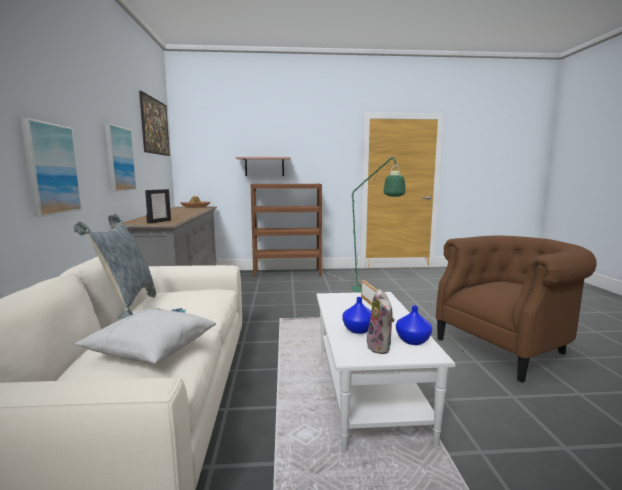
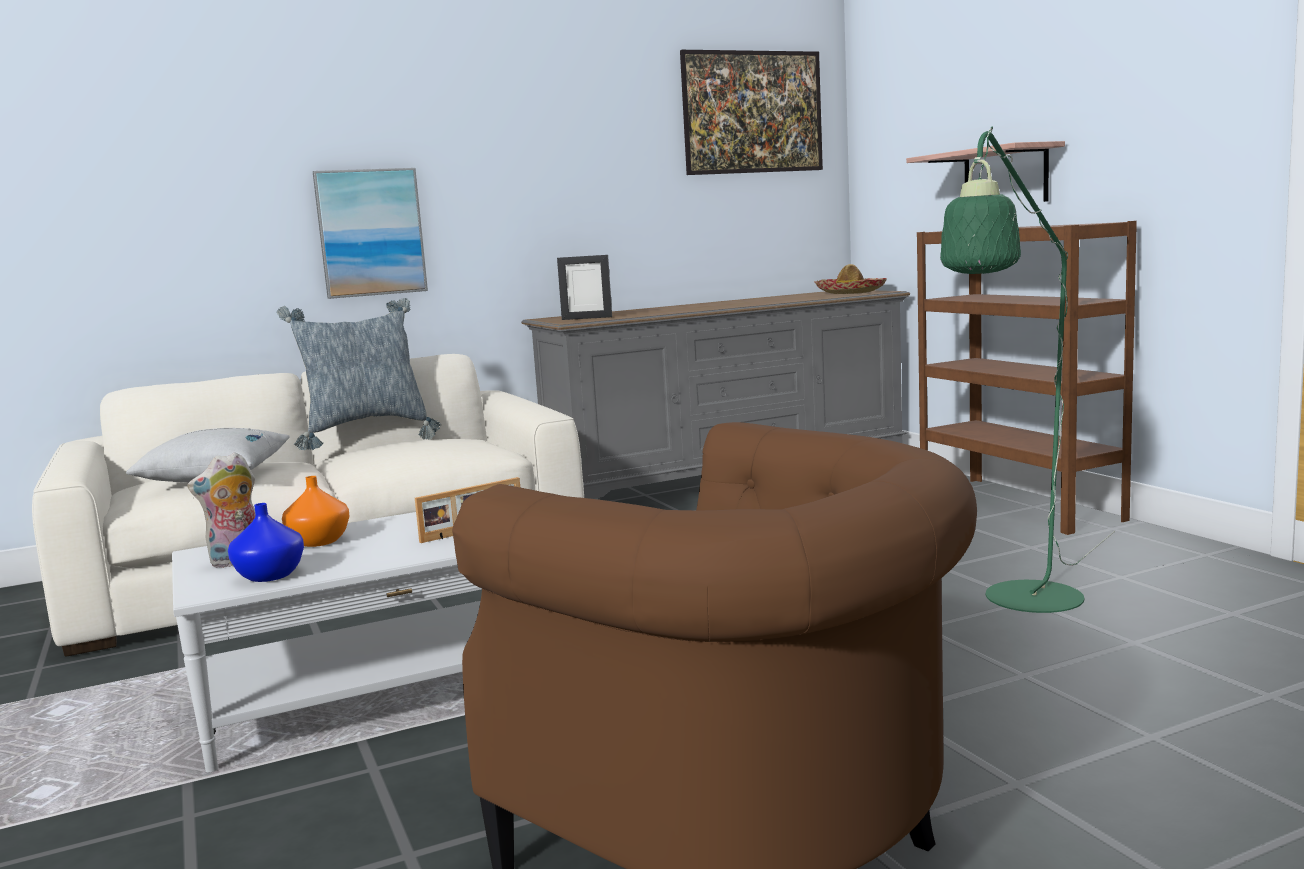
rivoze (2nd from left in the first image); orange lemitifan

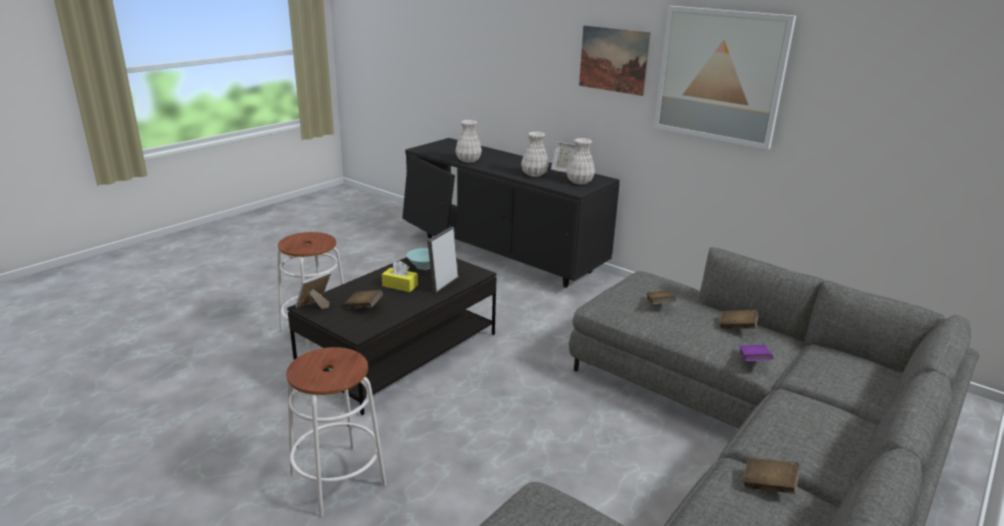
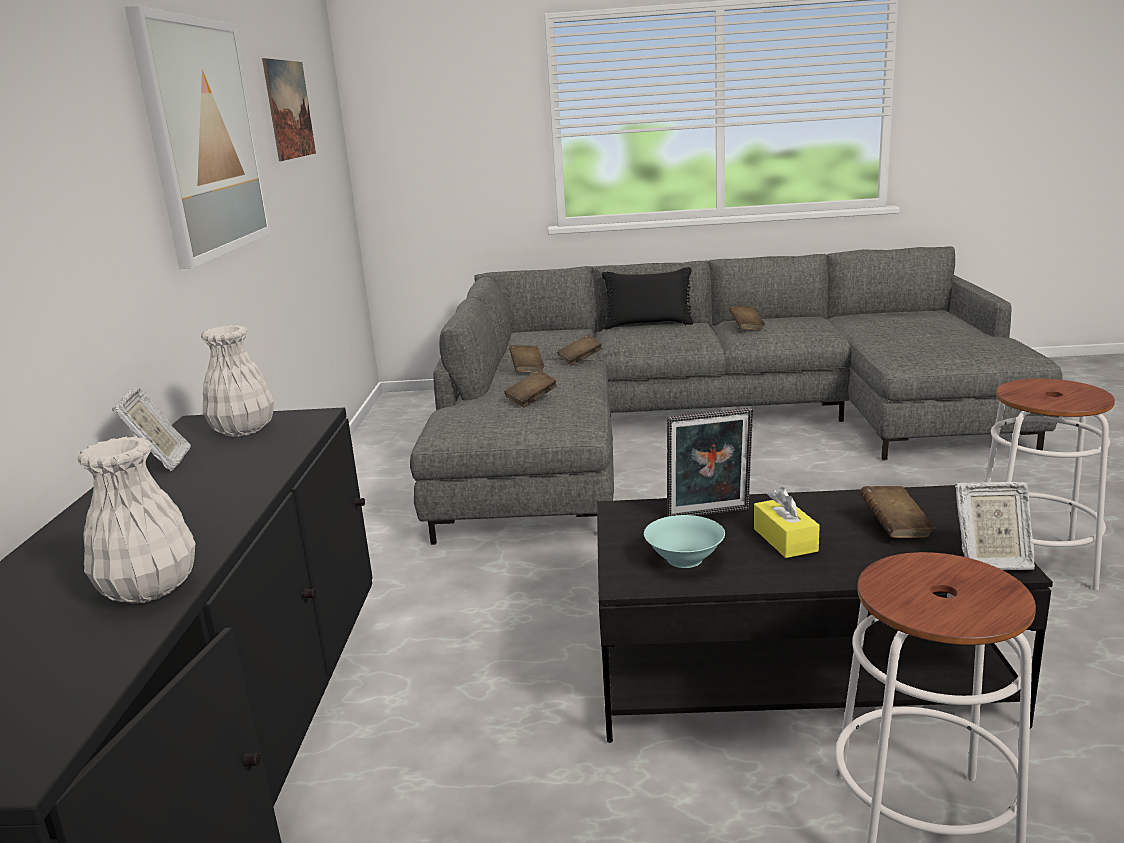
rivoze (2nd from left); white lemitifan (2nd from left in the first image); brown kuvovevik (3rd from left); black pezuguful

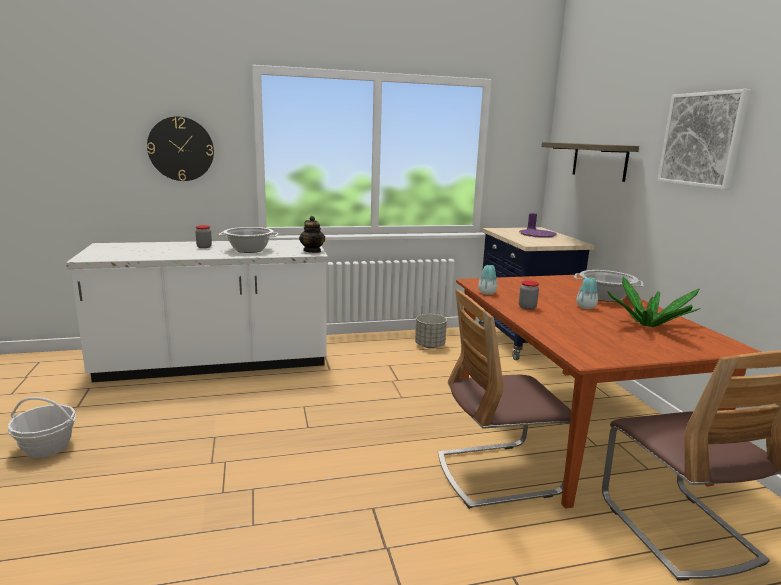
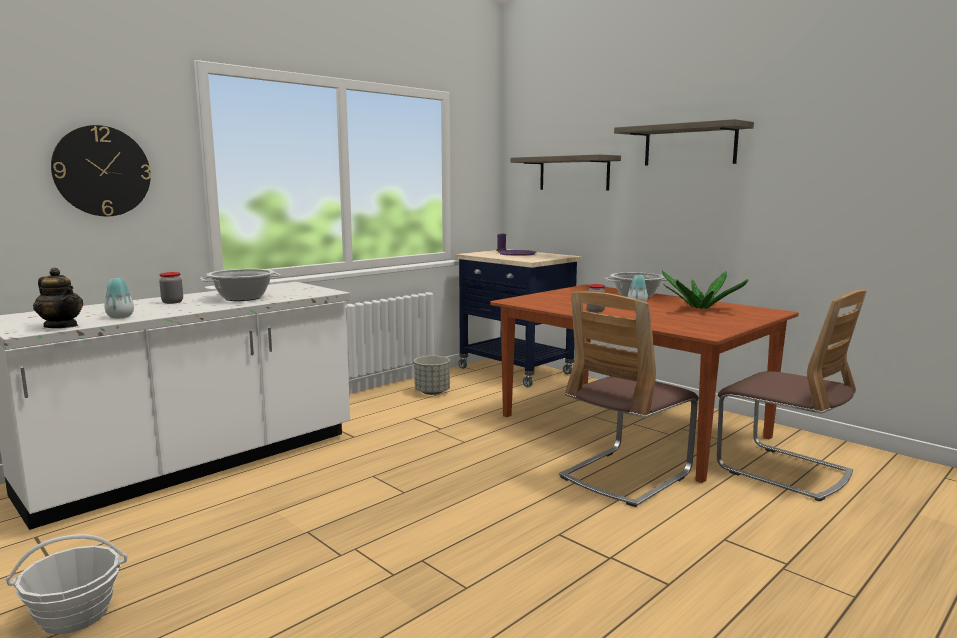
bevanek (2nd from left); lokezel; lemitifan (1st from left)

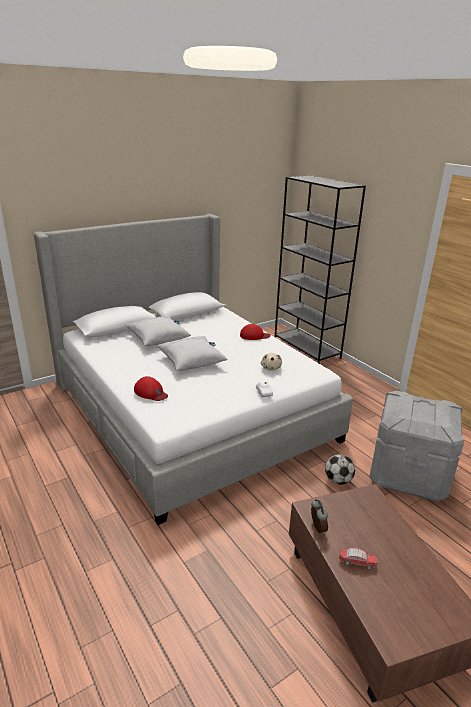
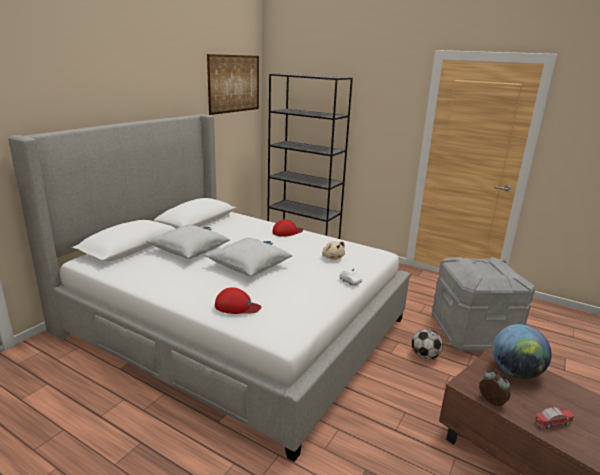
rivoze; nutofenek

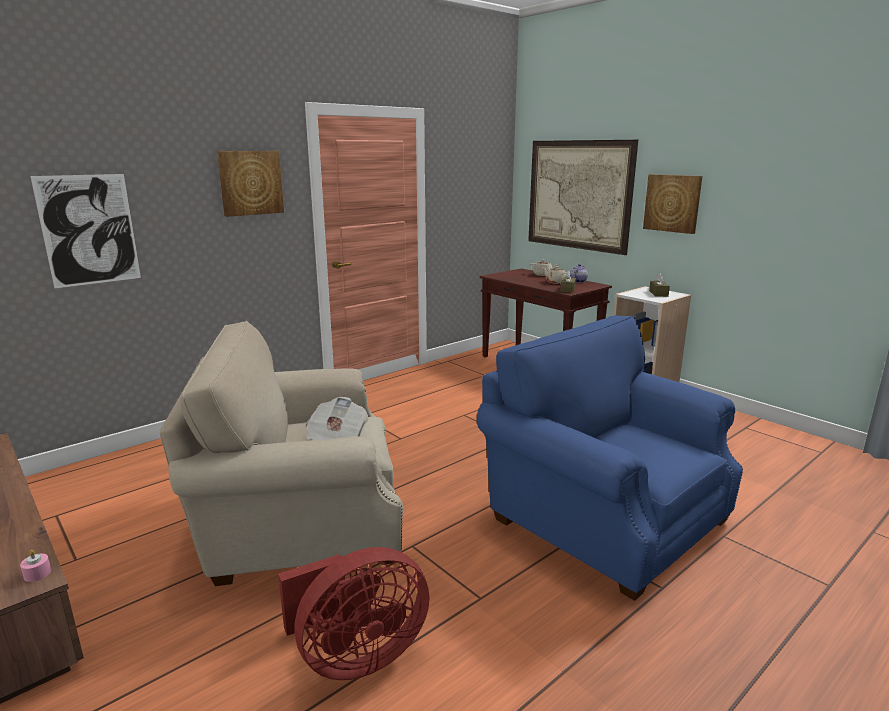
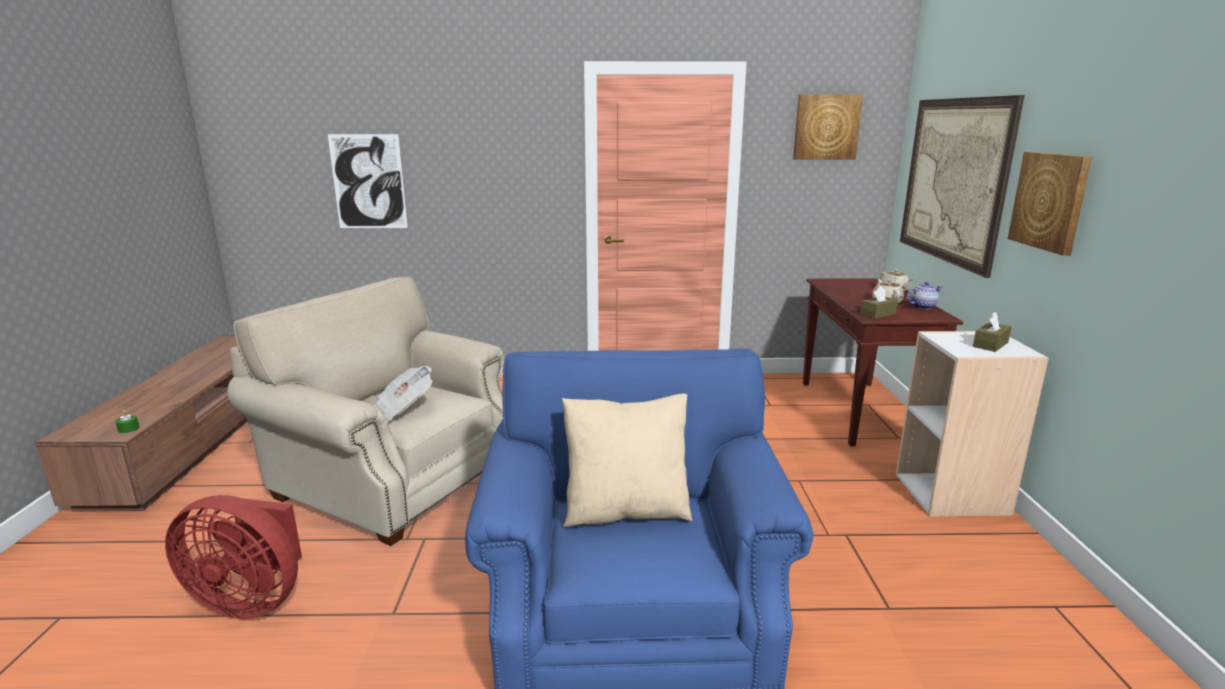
rivoze (2nd from left); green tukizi; beige pezuguful

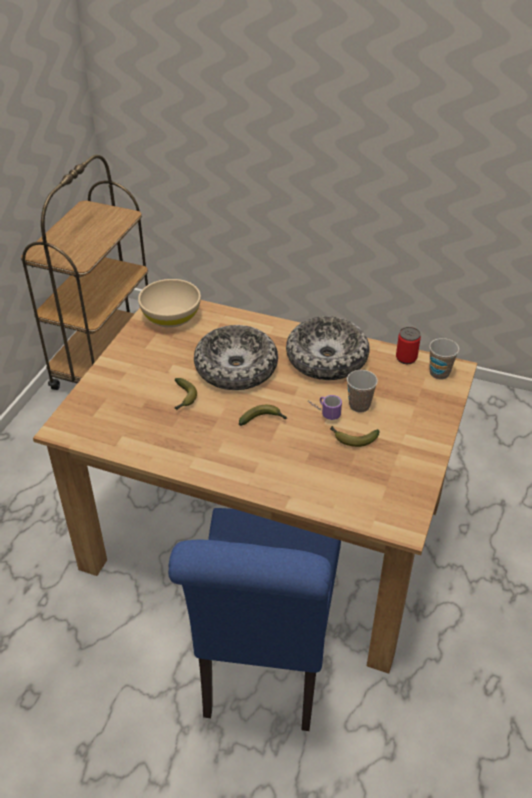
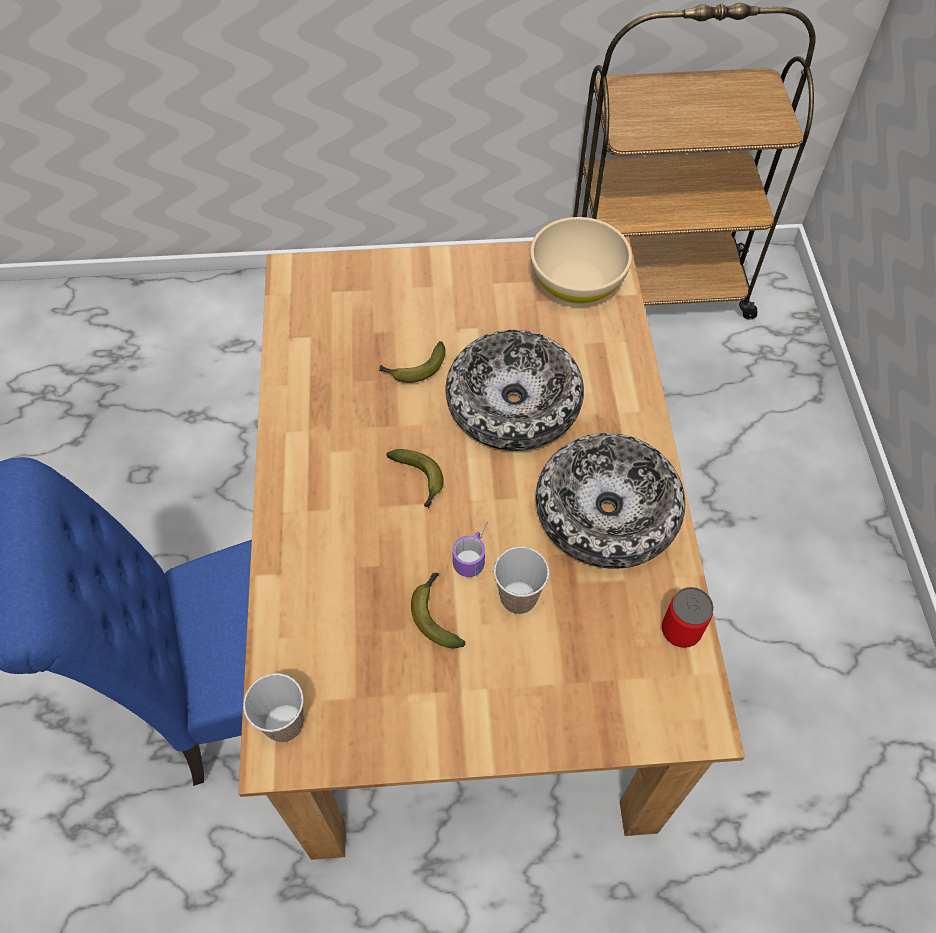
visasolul (1st from left)

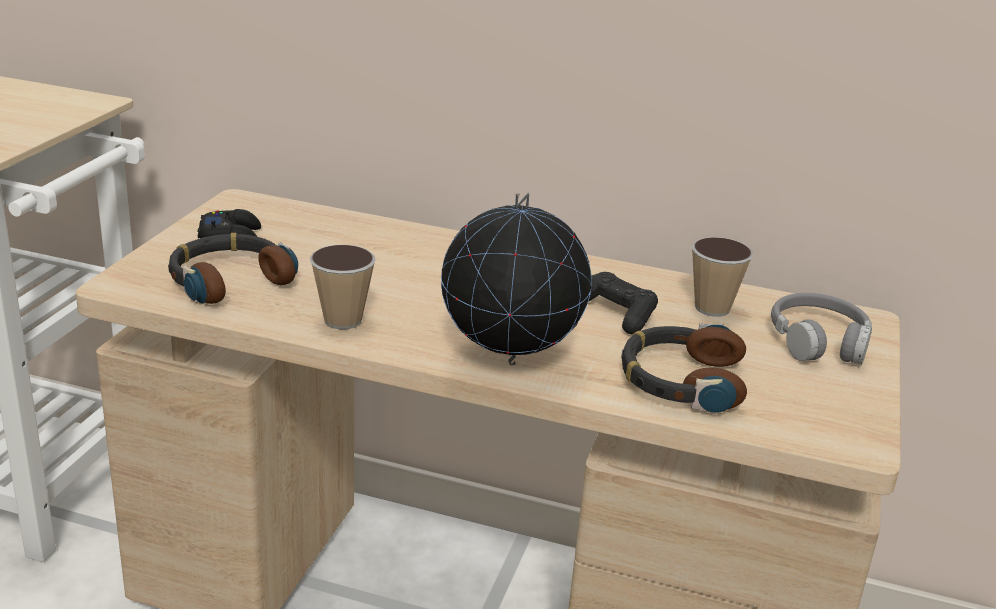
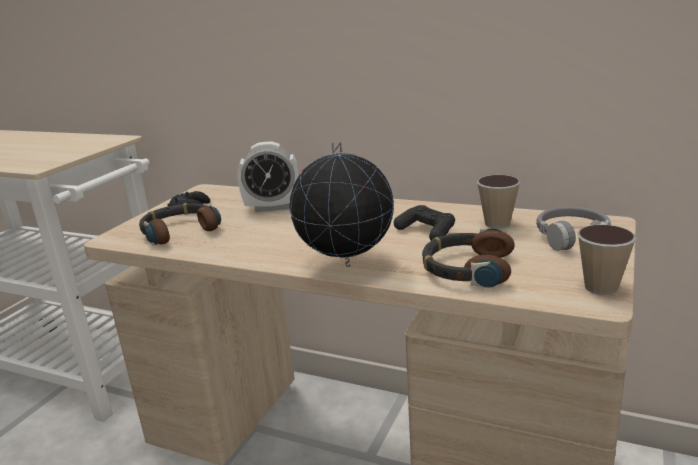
visasolul (2nd from left); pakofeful

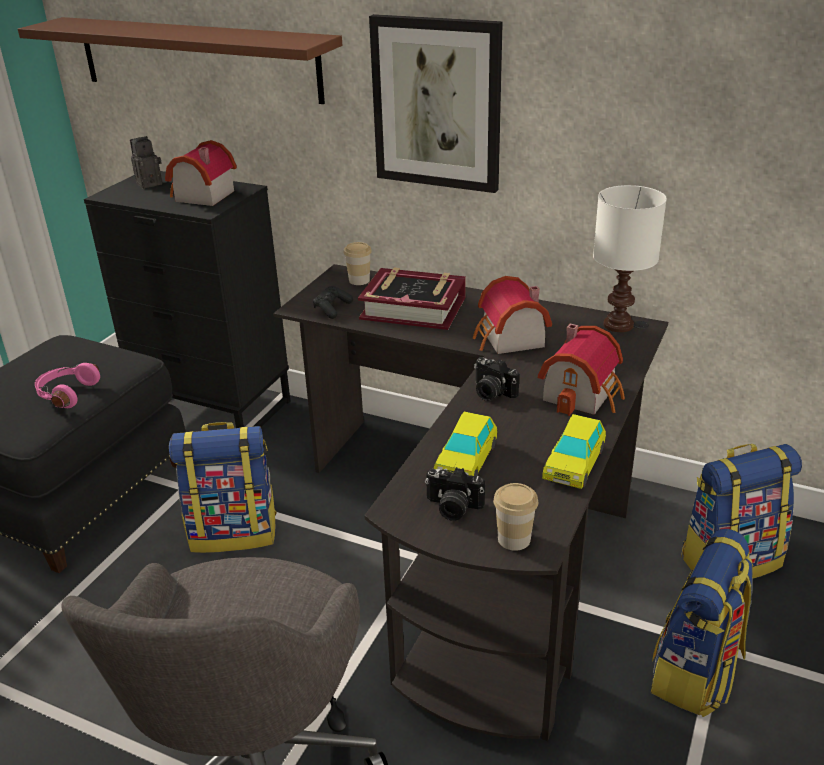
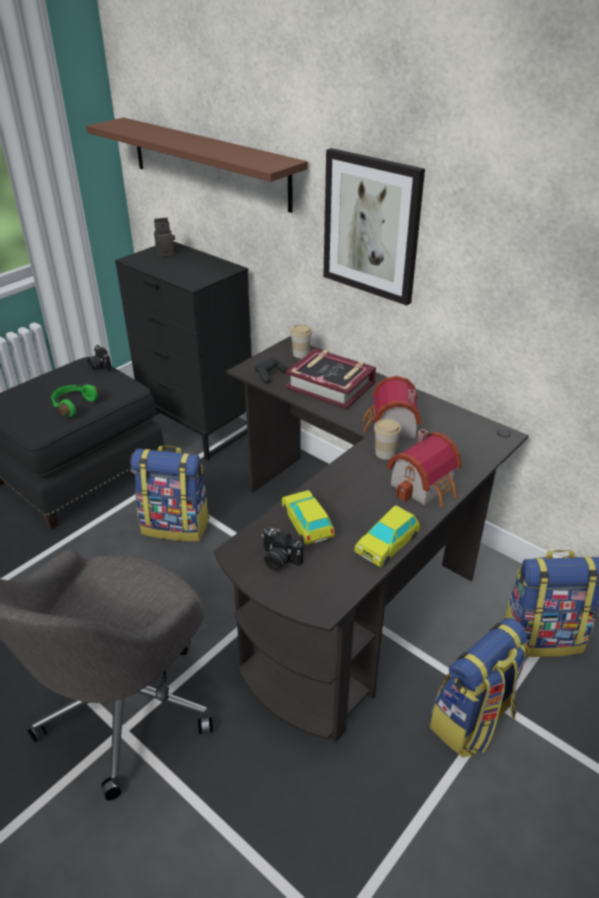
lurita (1st from left in the first image); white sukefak; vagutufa (1st from left); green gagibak; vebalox (1st from left); visasolul (2nd from left)

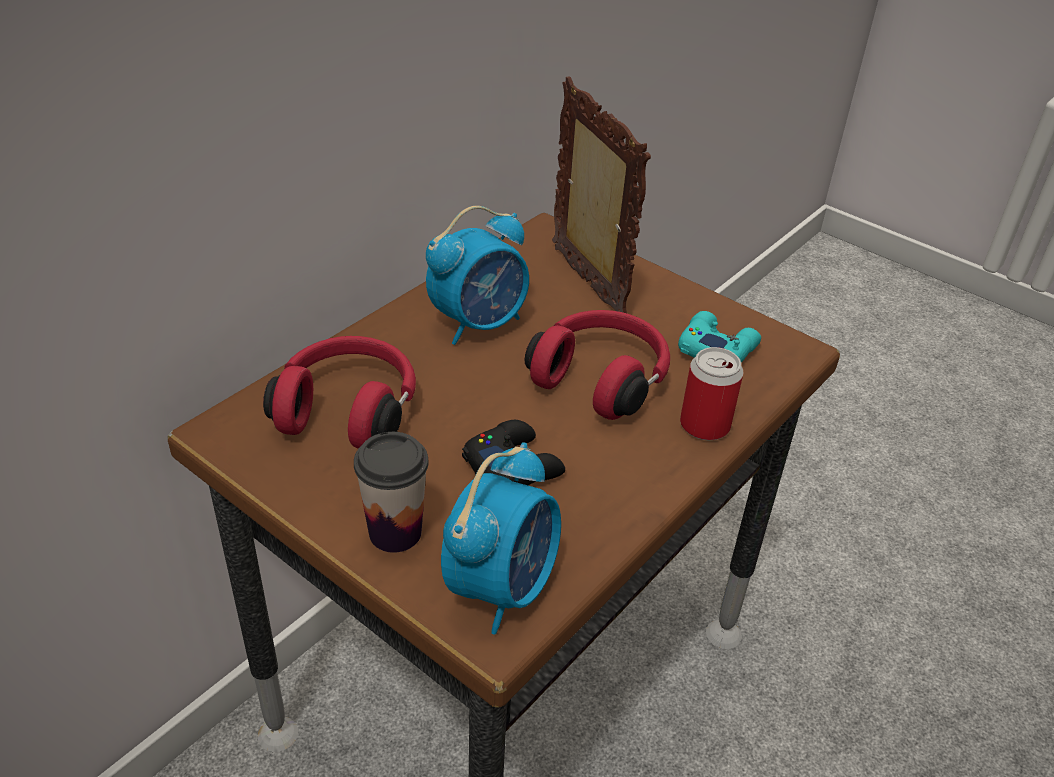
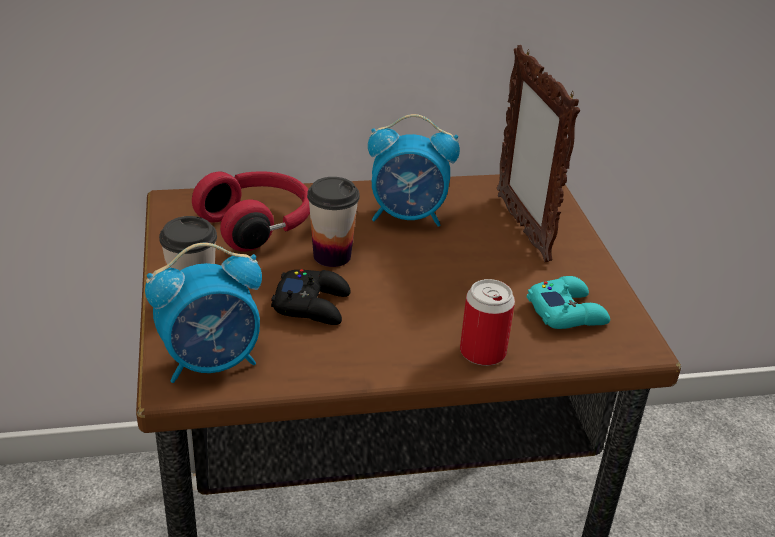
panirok; red gagibak (2nd from left in the first image); visasolul (2nd from left)

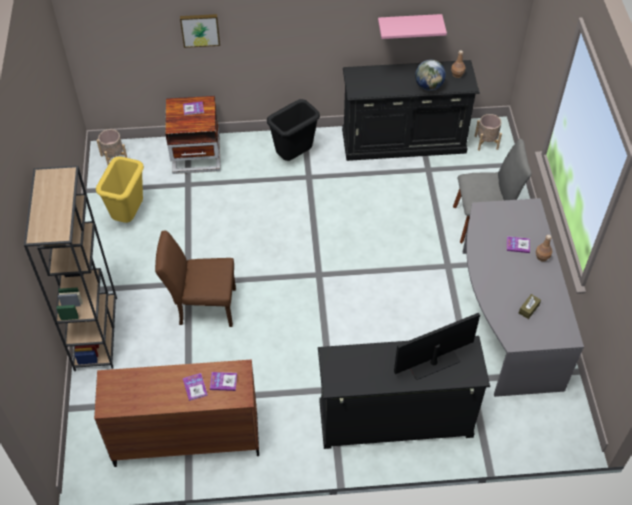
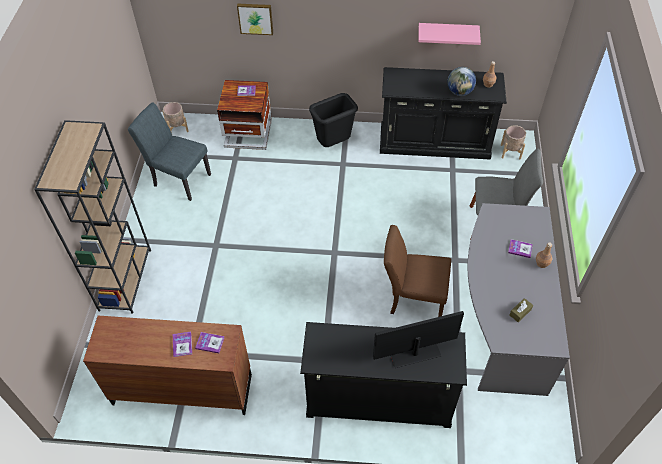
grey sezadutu (1st from left); brown sezadutu

